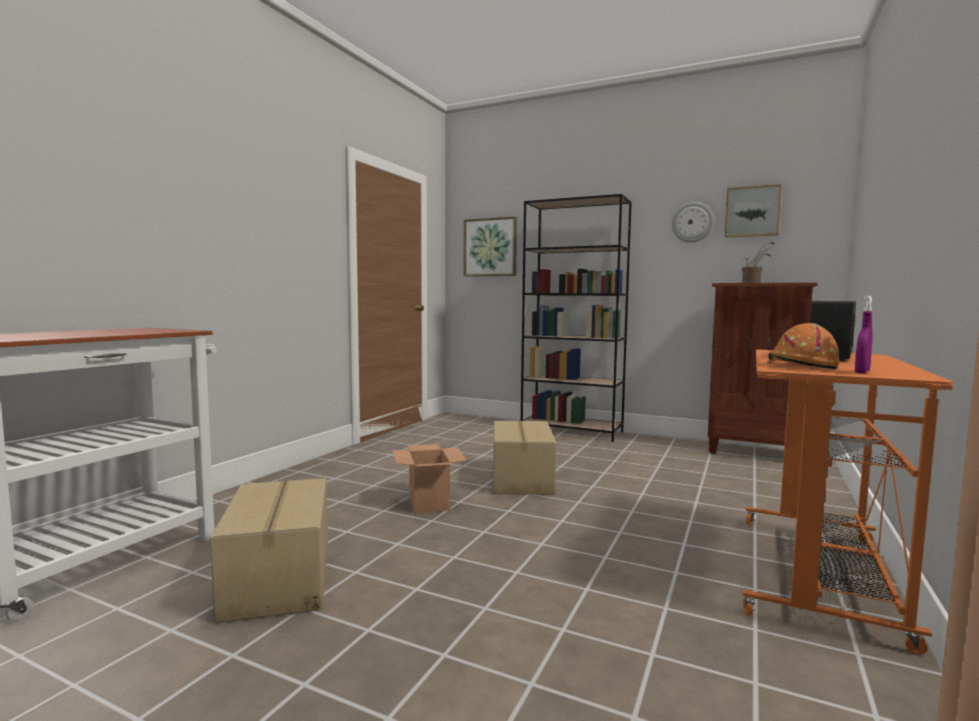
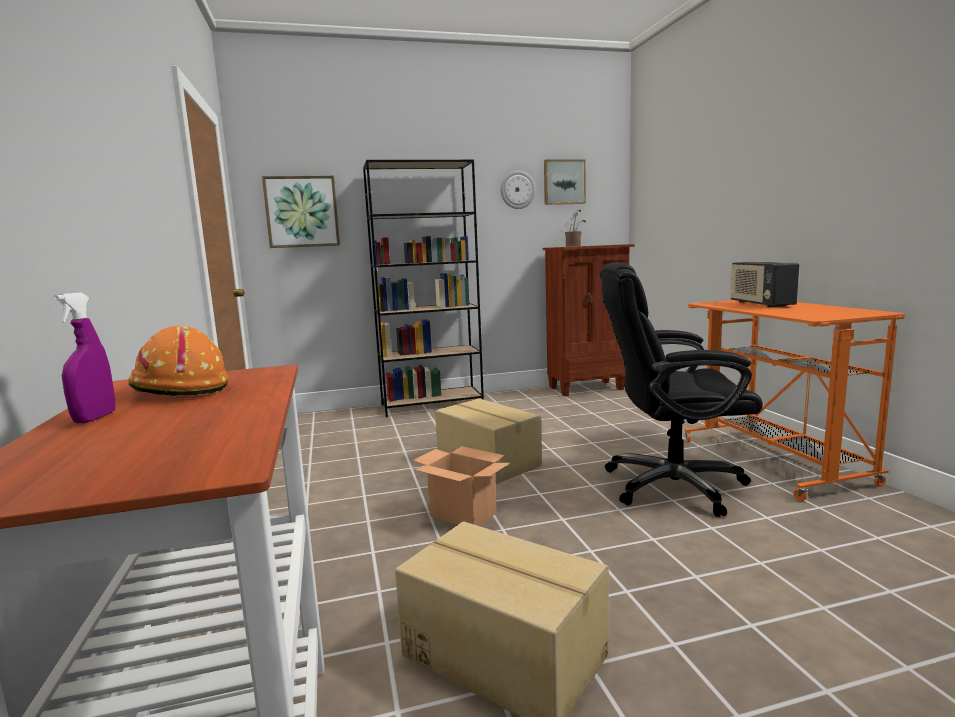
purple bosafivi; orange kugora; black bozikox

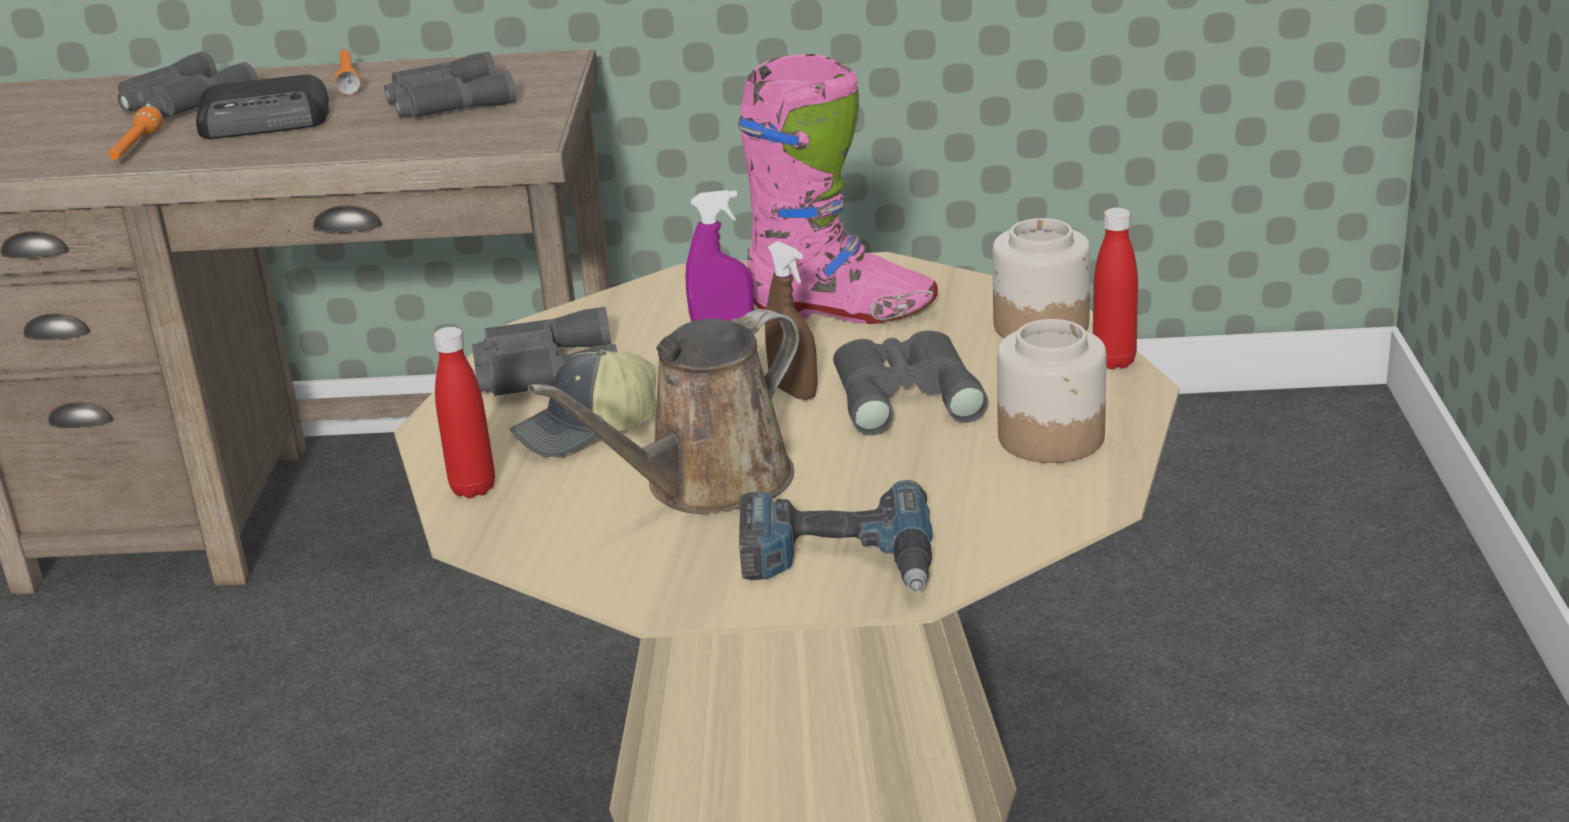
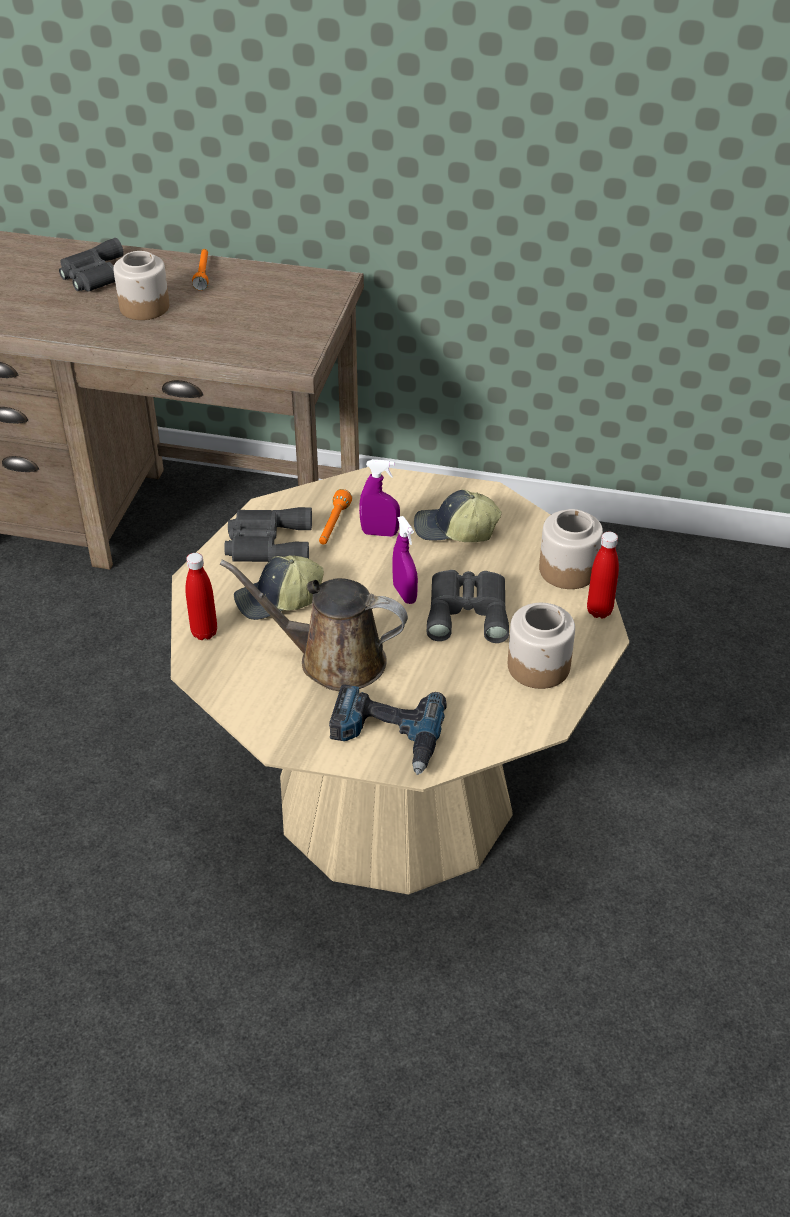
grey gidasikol (2nd from left in the first image); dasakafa (2nd from left); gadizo (1st from left); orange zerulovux (2nd from left); purple bosafivi (2nd from left); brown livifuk

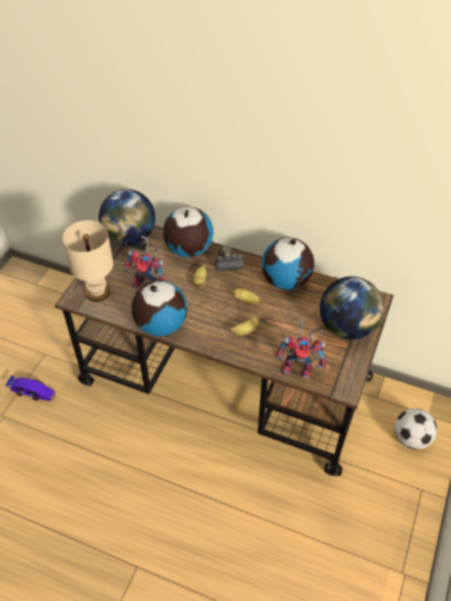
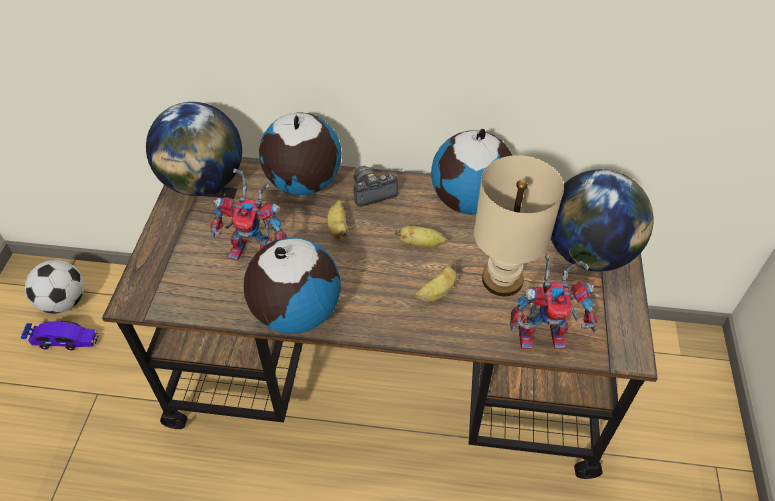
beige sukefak; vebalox; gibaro

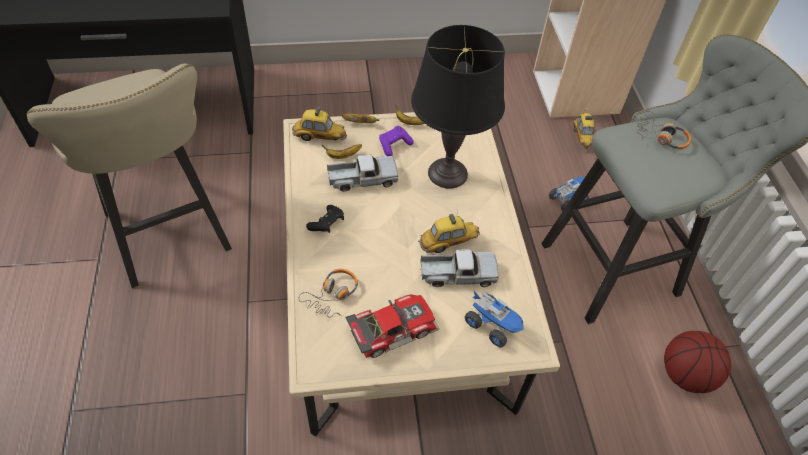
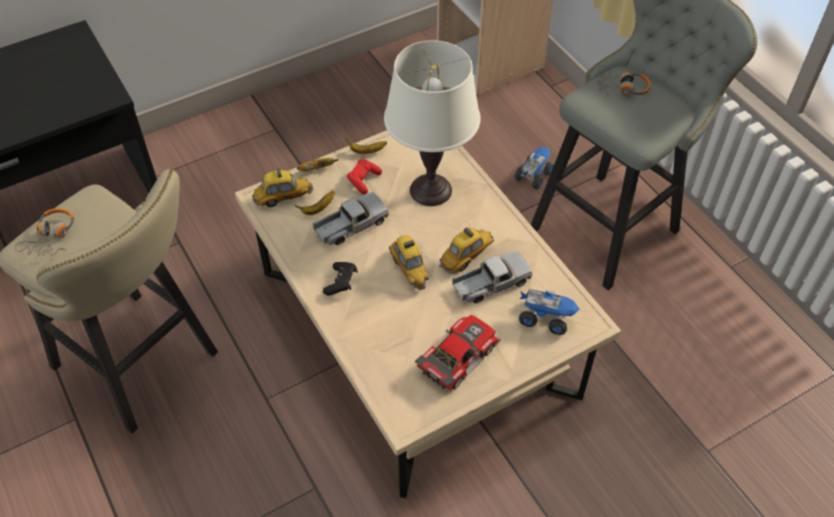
white sukefak; vebalox (2nd from left); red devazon; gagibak (1st from left); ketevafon

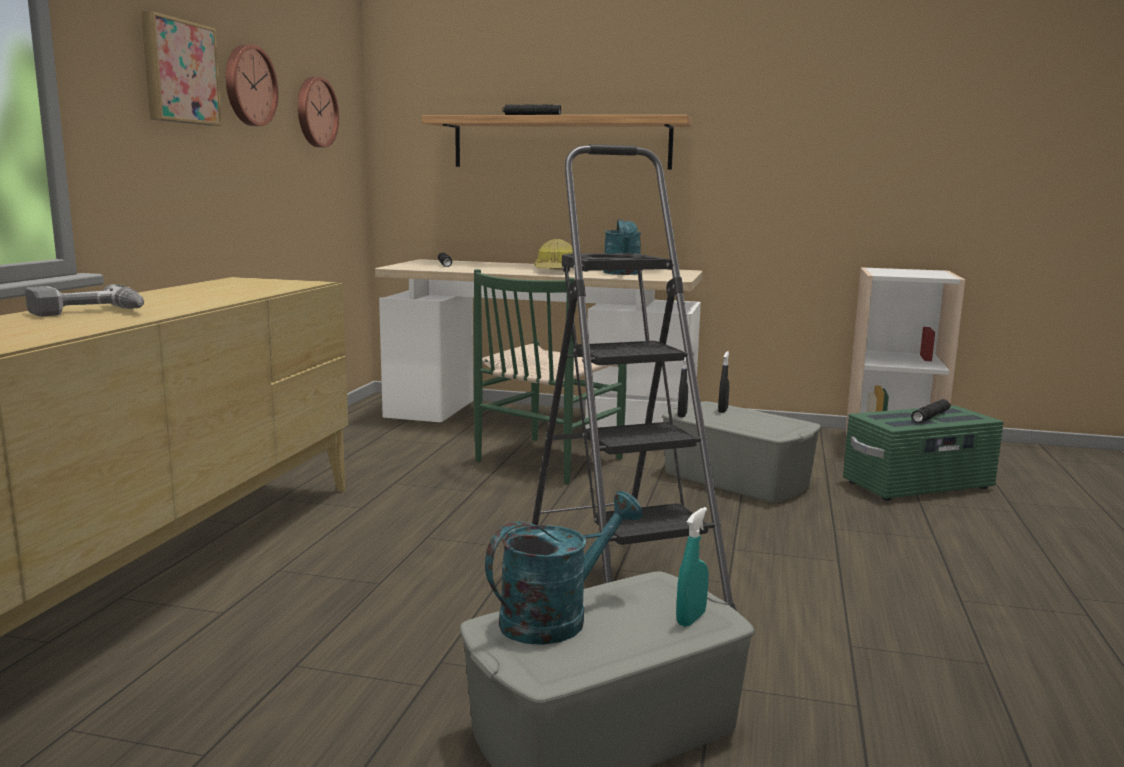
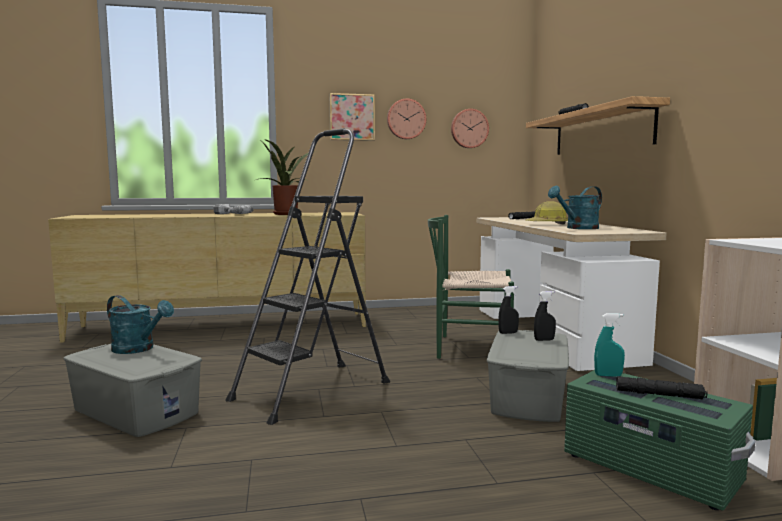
turquoise bosafivi; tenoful

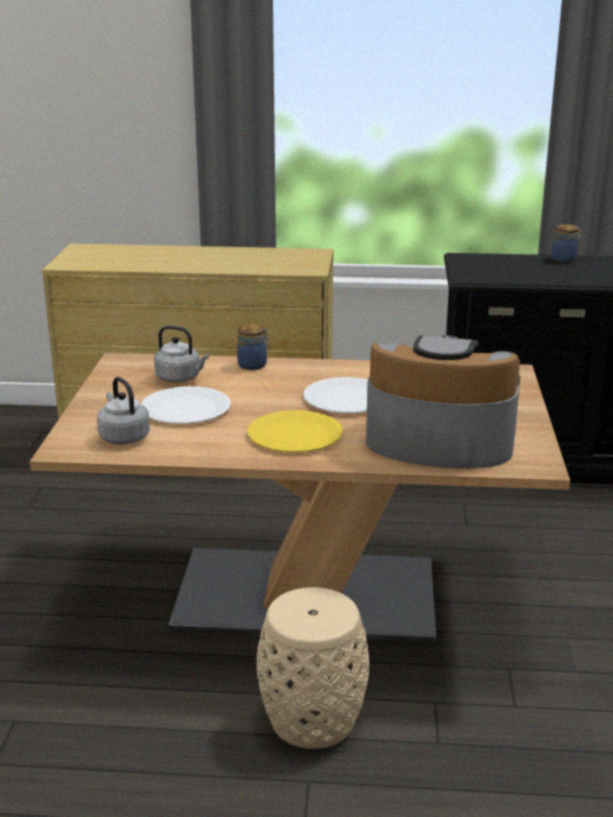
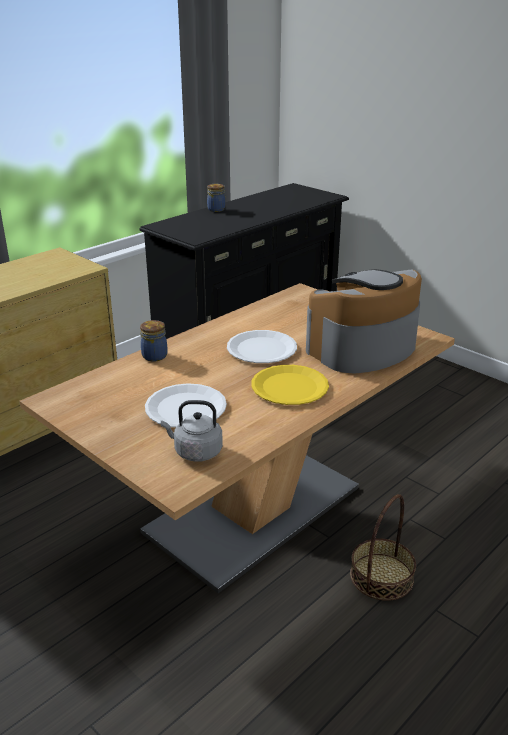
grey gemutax (2nd from left in the first image); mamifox

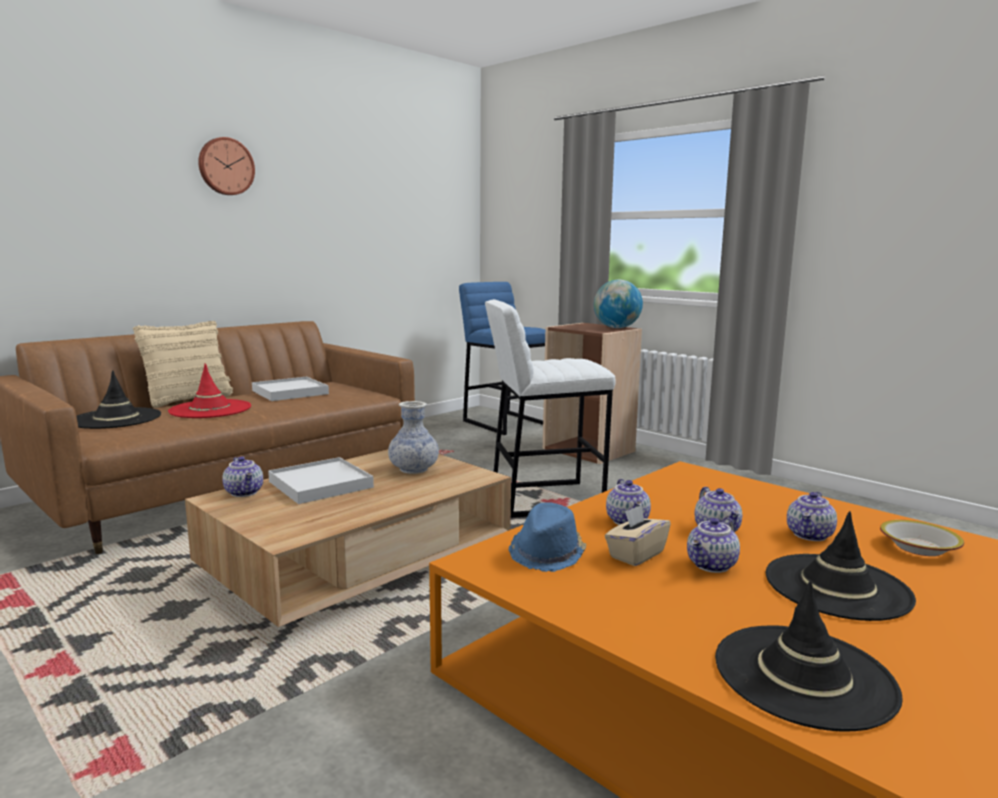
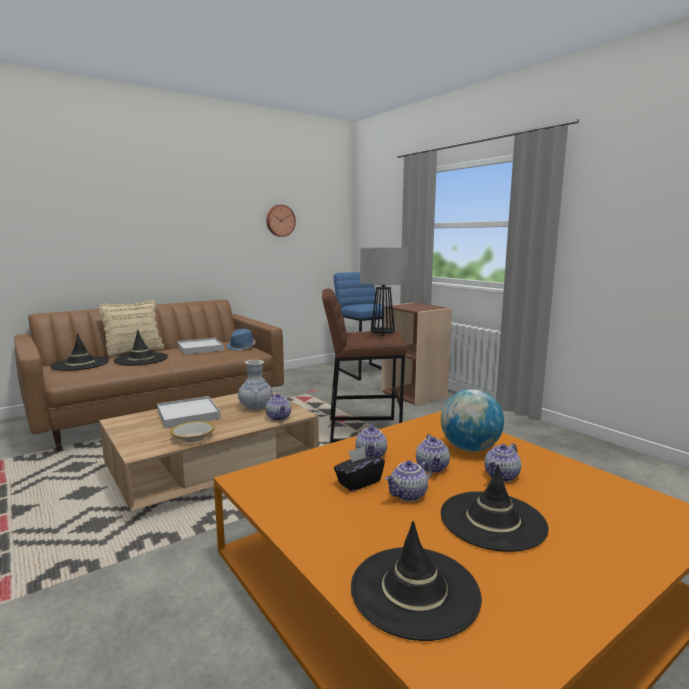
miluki; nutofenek; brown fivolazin; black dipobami (2nd from left); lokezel (1st from left); blue dipobami; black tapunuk; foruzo; sukefak

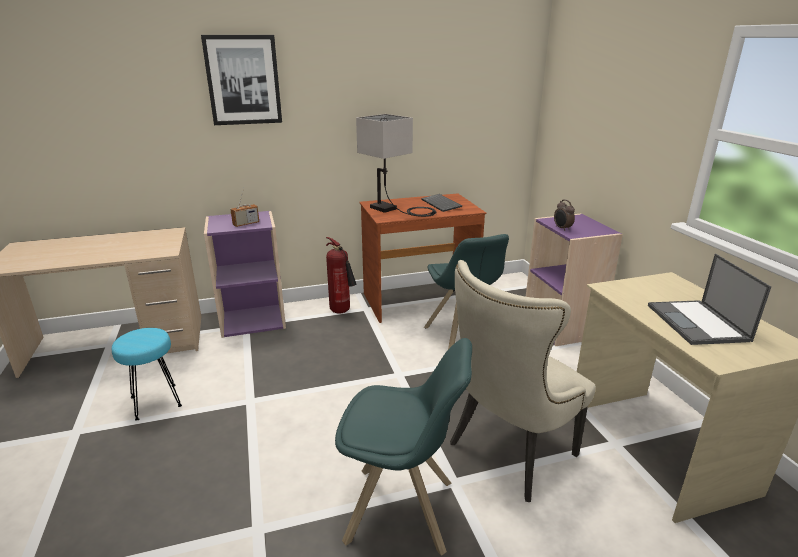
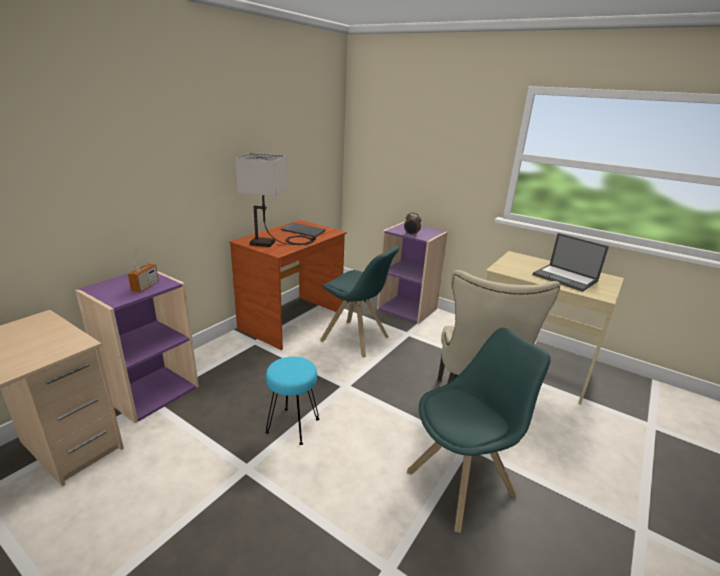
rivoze; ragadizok; turquoise fivolazin

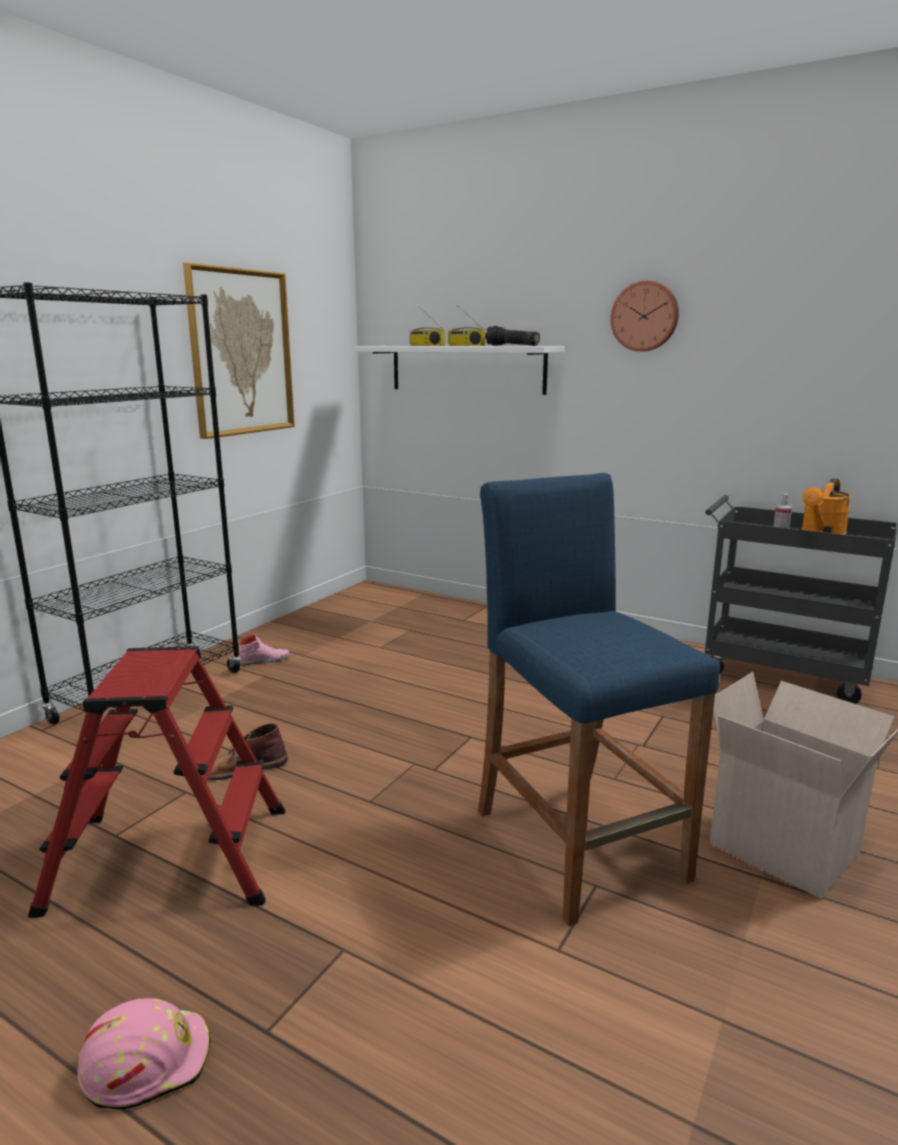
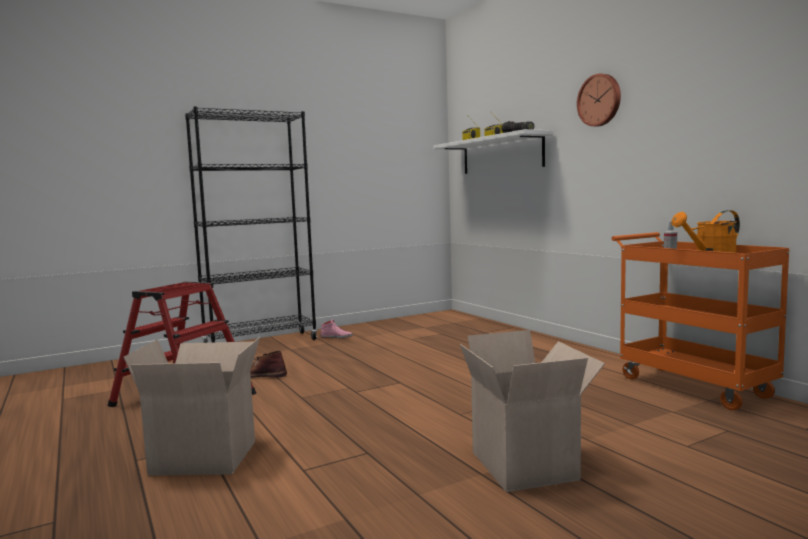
rivoze; blue fivolazin; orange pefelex; pink kugora; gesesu (1st from left)

